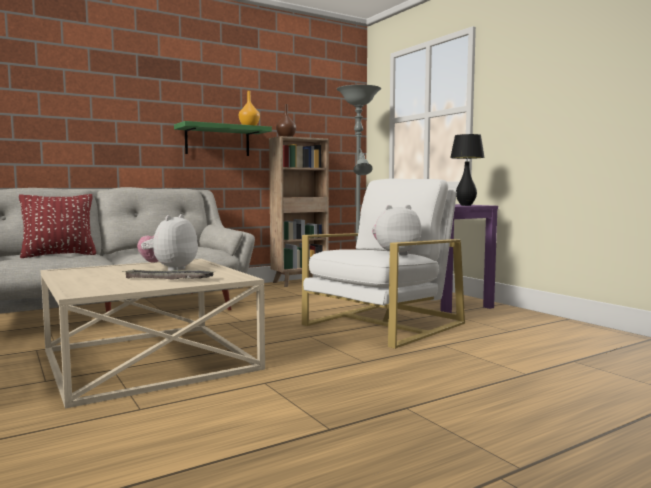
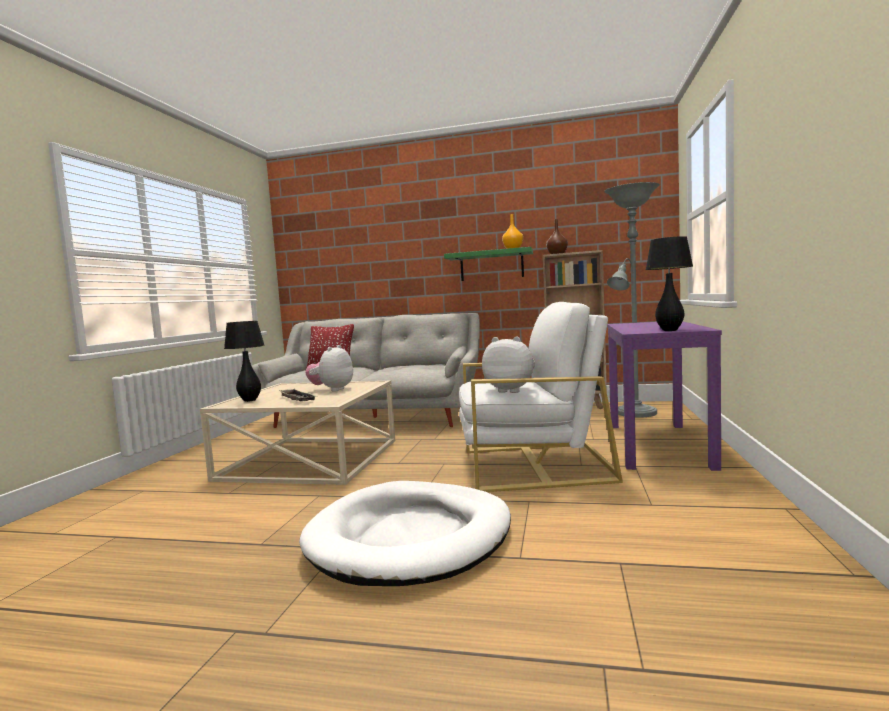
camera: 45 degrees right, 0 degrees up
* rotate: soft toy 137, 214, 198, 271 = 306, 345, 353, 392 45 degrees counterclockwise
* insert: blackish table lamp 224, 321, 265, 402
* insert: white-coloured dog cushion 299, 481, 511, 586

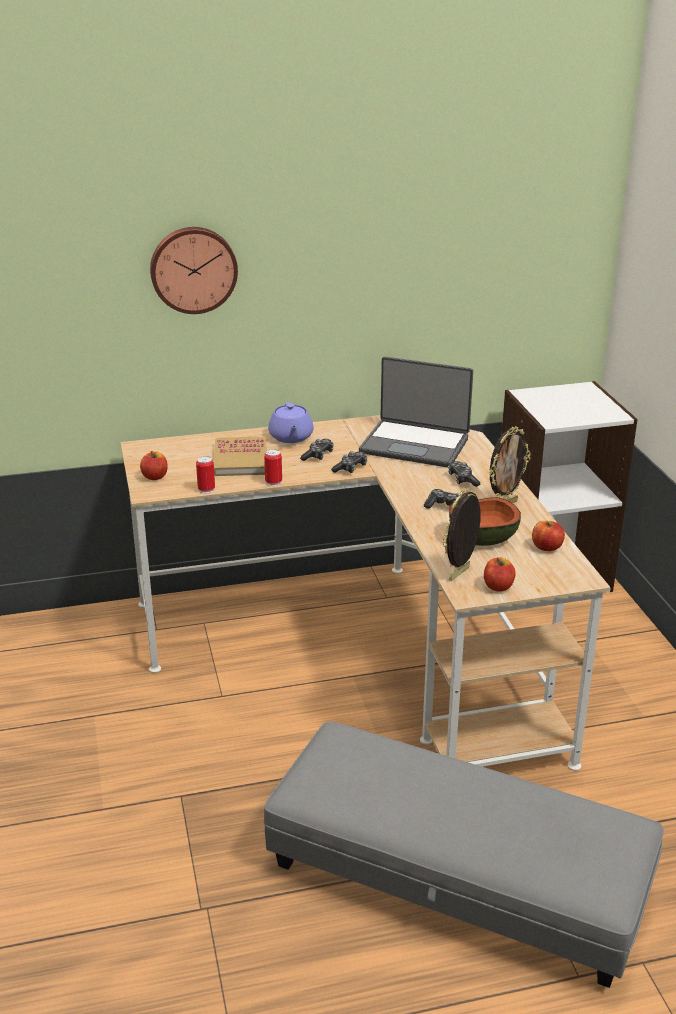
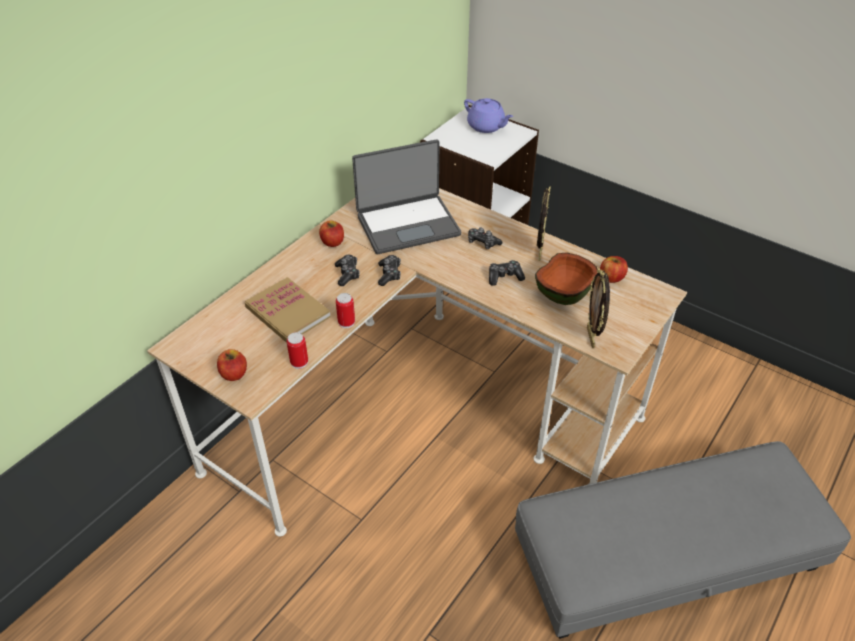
camera: 40 degrees left, 15 degrees up
* delete: wall clock 150, 227, 238, 314
* move: purple-coloured tea pot 268, 402, 314, 443 to 464, 98, 513, 133
* move: whole apple 484, 557, 515, 592 to 319, 221, 344, 247

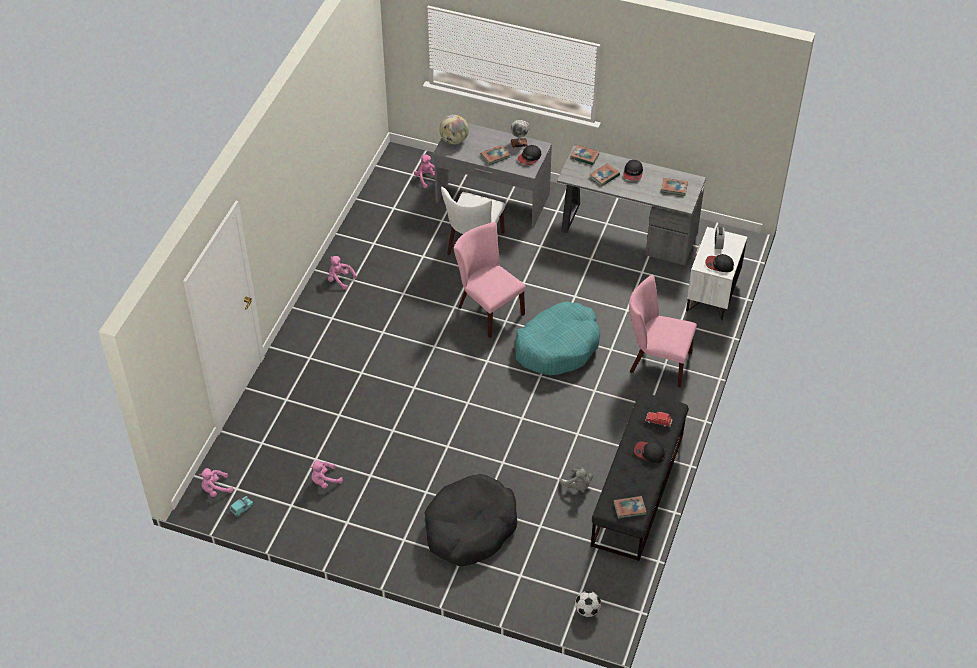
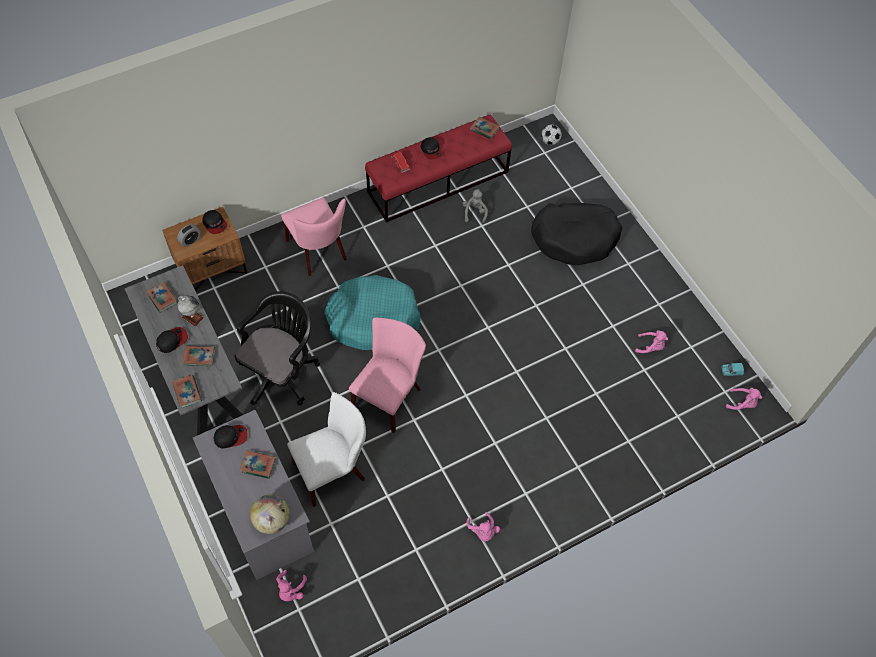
camera: 140 degrees left, 10 degrees up
* move: world globe 511, 120, 530, 148 to 178, 295, 204, 327
* rotate: pink plain chair 454, 222, 526, 338 = 349, 317, 426, 433 150 degrees counterclockwise
* recolor: white-coloured nightstand 686, 227, 747, 320 to brown nightstand 162, 207, 247, 291
* recolor: blackish long seat 591, 392, 689, 561 to reddish long seat 365, 115, 512, 223
* insert: blackish office chair 235, 291, 320, 406

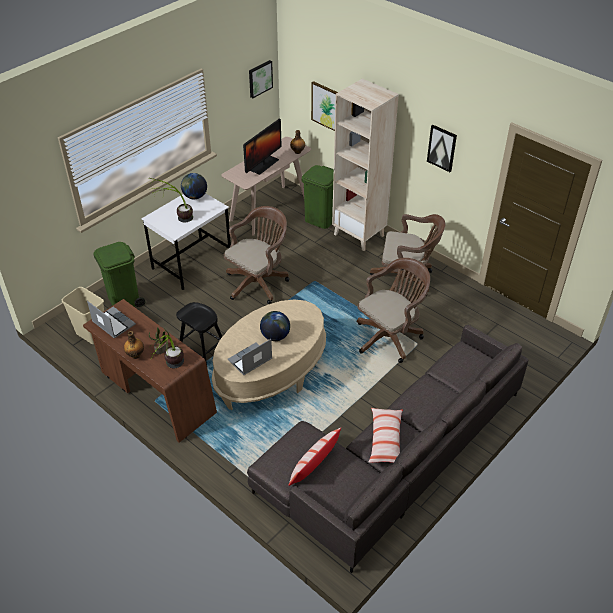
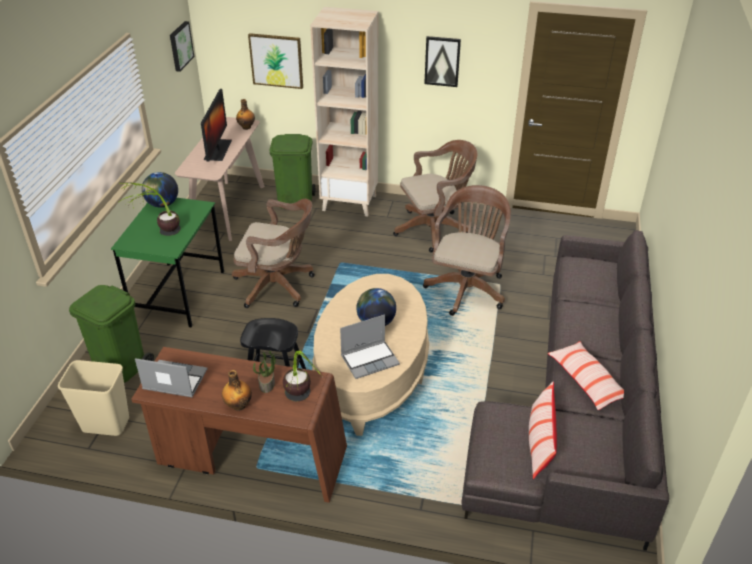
camera: 30 degrees left, 5 degrees down
* recolor: white-coloured desk unit 141, 193, 231, 290 to green desk unit 111, 198, 224, 327
* rotate: brown office chair 224, 206, 289, 304 = 232, 199, 315, 308 90 degrees clockwise
* rotate: laptop 228, 339, 272, 375 = 340, 314, 400, 379 135 degrees counterclockwise

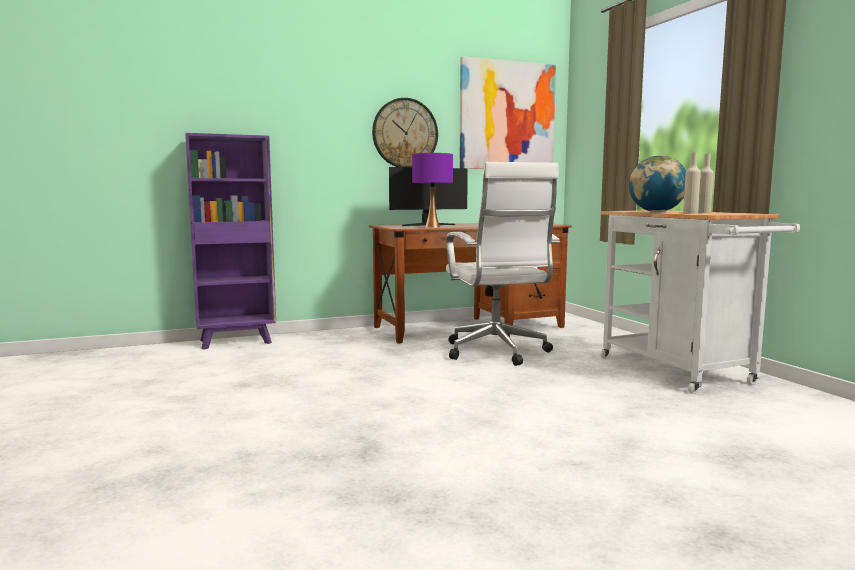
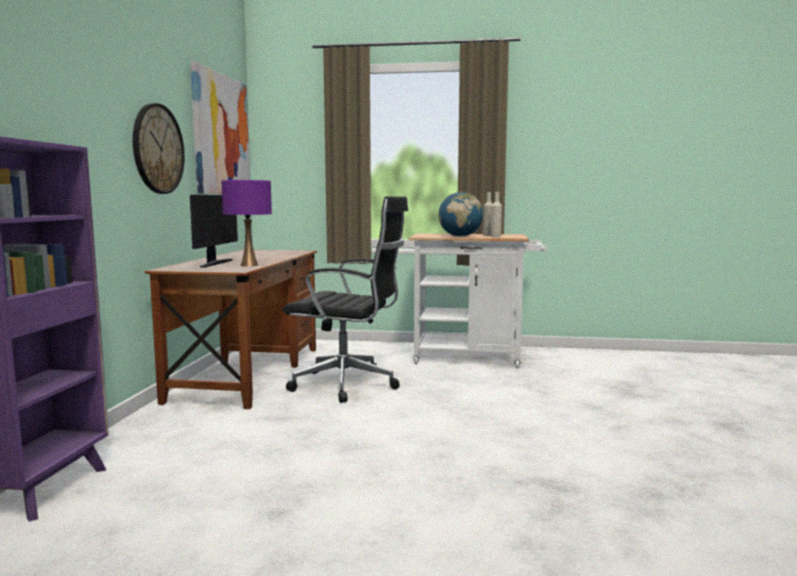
camera: 60 degrees left, 0 degrees up
* recolor: white-coloured office chair 446, 162, 560, 366 to blackish office chair 283, 196, 408, 403

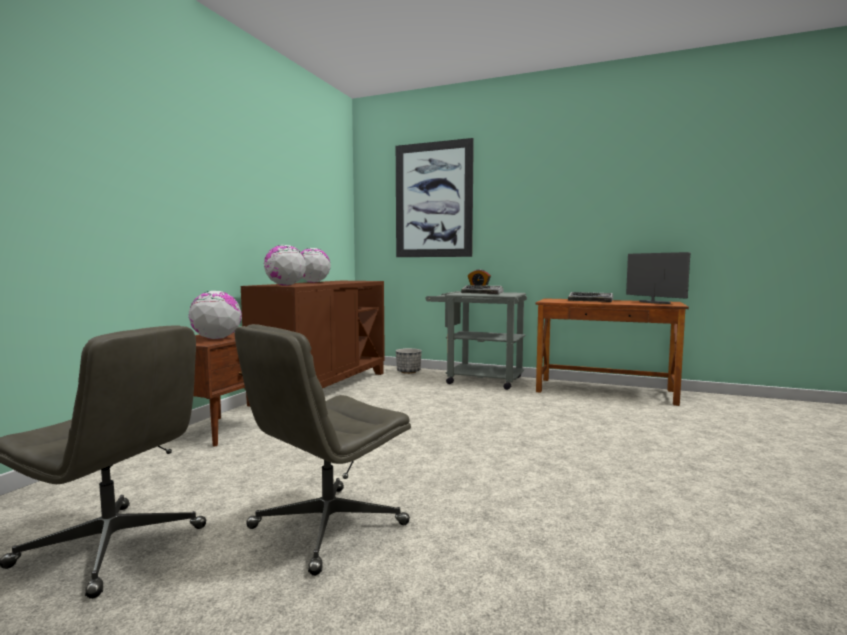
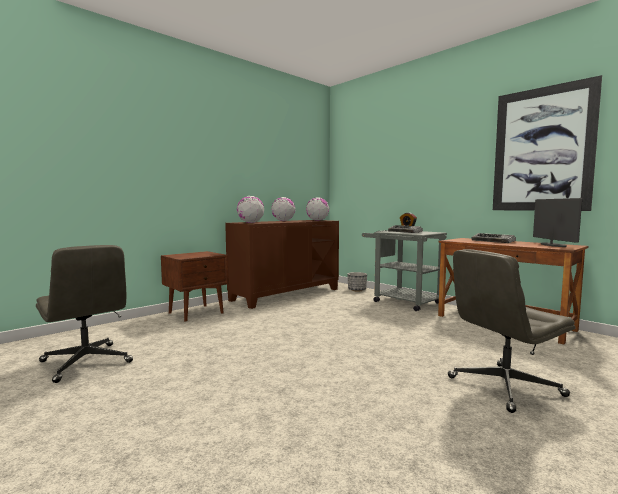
camera: 25 degrees right, 0 degrees up
* move: picture 396, 138, 474, 257 to 493, 75, 602, 211
* move: world globe 188, 291, 242, 339 to 306, 197, 329, 221
* move: greyish office chair 235, 324, 411, 576 to 448, 249, 575, 413

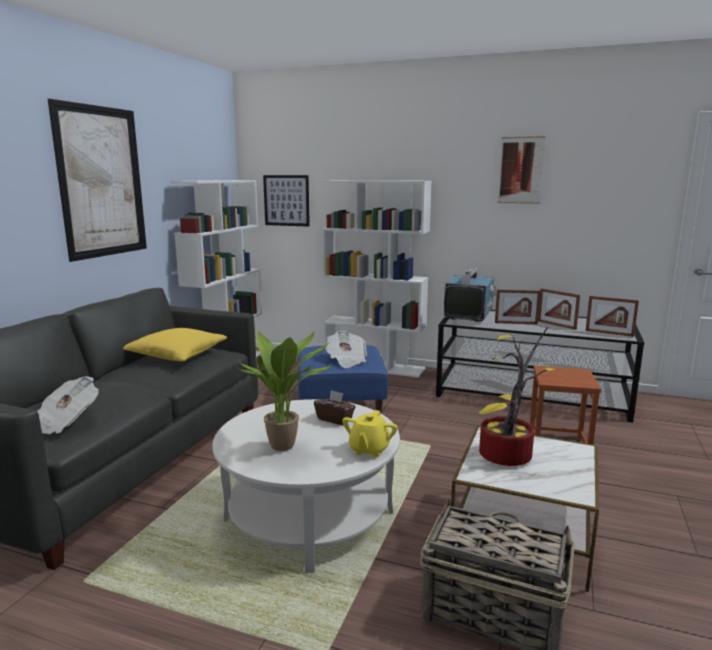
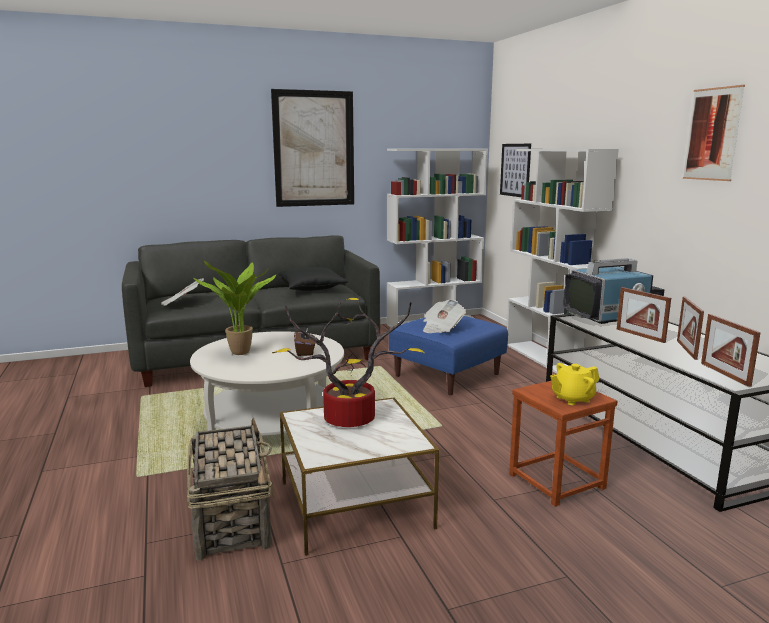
camera: 50 degrees right, 0 degrees up
* recolor: yellowish pillow 123, 328, 227, 362 to blackish pillow 278, 267, 348, 291
* move: yellowish tea pot 342, 410, 398, 457 to 550, 363, 599, 405

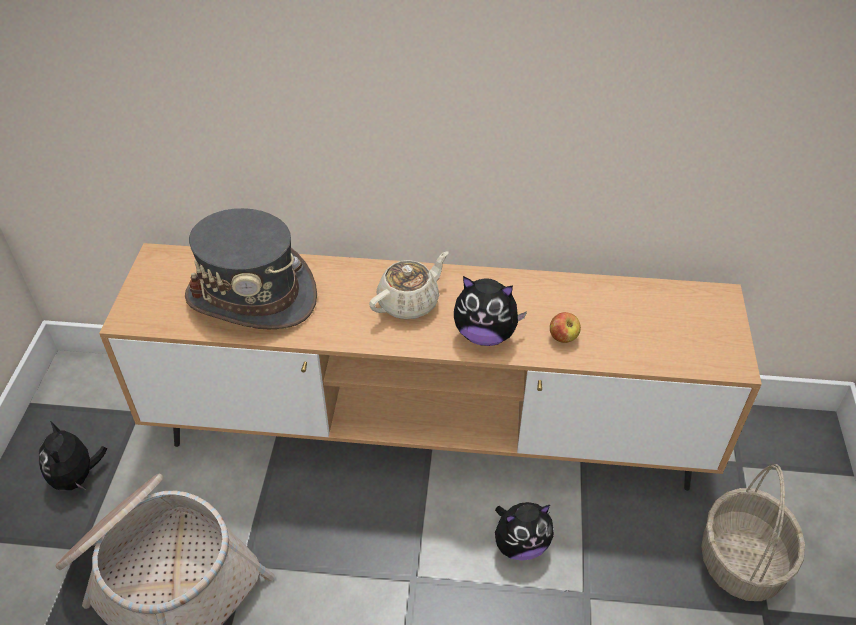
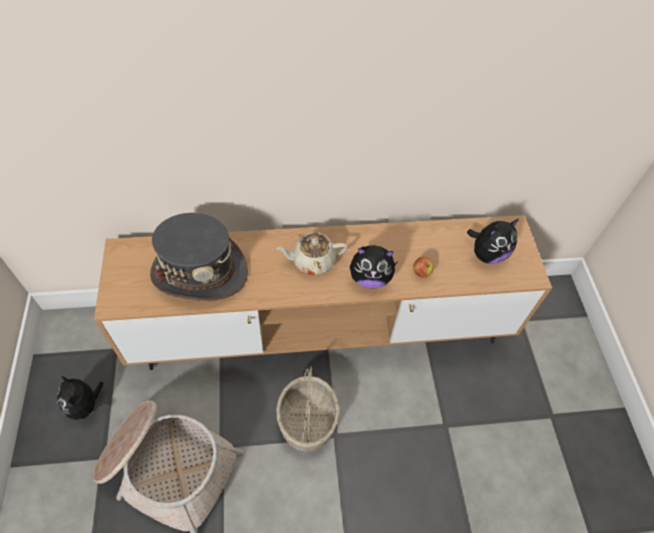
camera: 15 degrees left, 10 degrees up
* rotate: sand-coloured tea pot 369, 251, 448, 319 = 276, 232, 348, 275 135 degrees counterclockwise
* move: basket 701, 464, 805, 601 to 276, 367, 340, 452
* move: soft toy 495, 502, 554, 561 to 467, 219, 519, 264

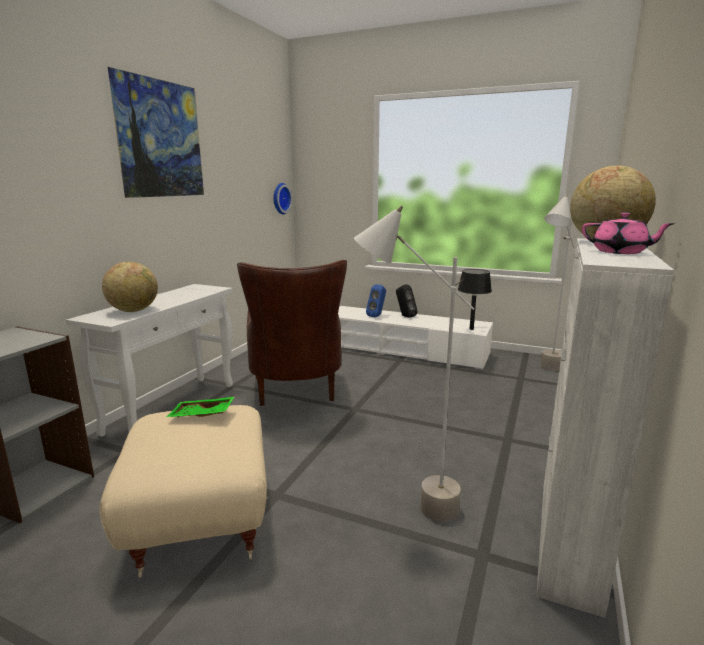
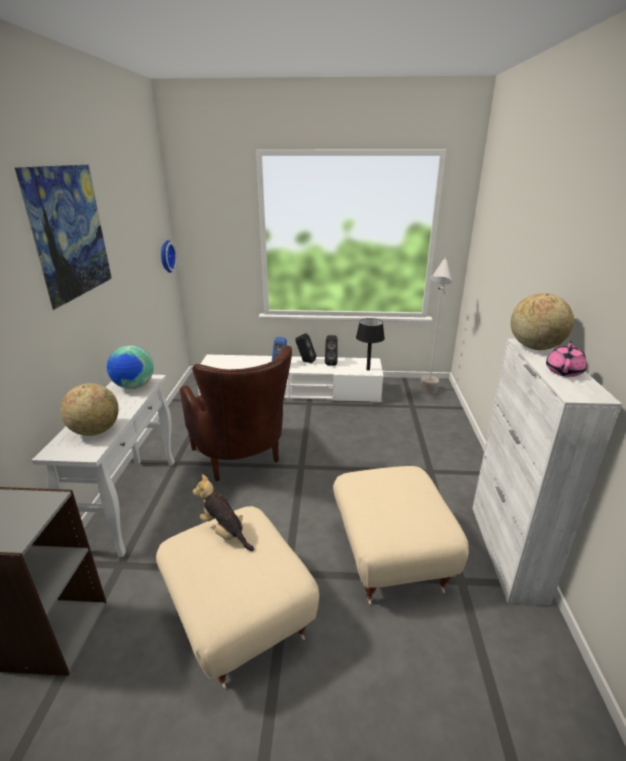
camera: 20 degrees left, 10 degrees up
* replace: greyish standing lamp 354, 206, 474, 522 to sand-coloured footrest 333, 466, 469, 605
* rotate: pink tea pot 582, 213, 675, 254 = 546, 341, 587, 377 75 degrees counterclockwise
* replace: green carrying tray 166, 397, 235, 417 to soft toy 192, 474, 254, 551
* insert: blackish loudspeaker 325, 335, 338, 366
* insert: world globe 107, 345, 154, 389

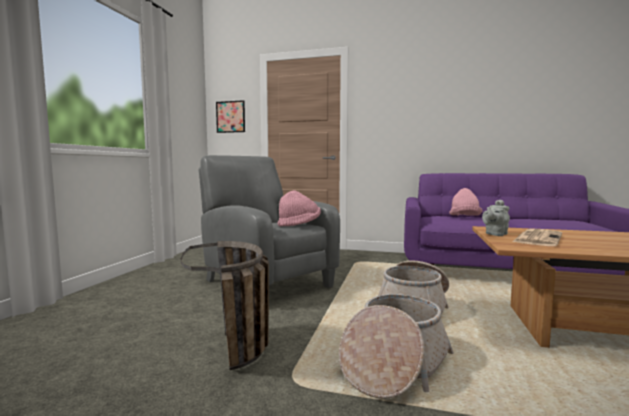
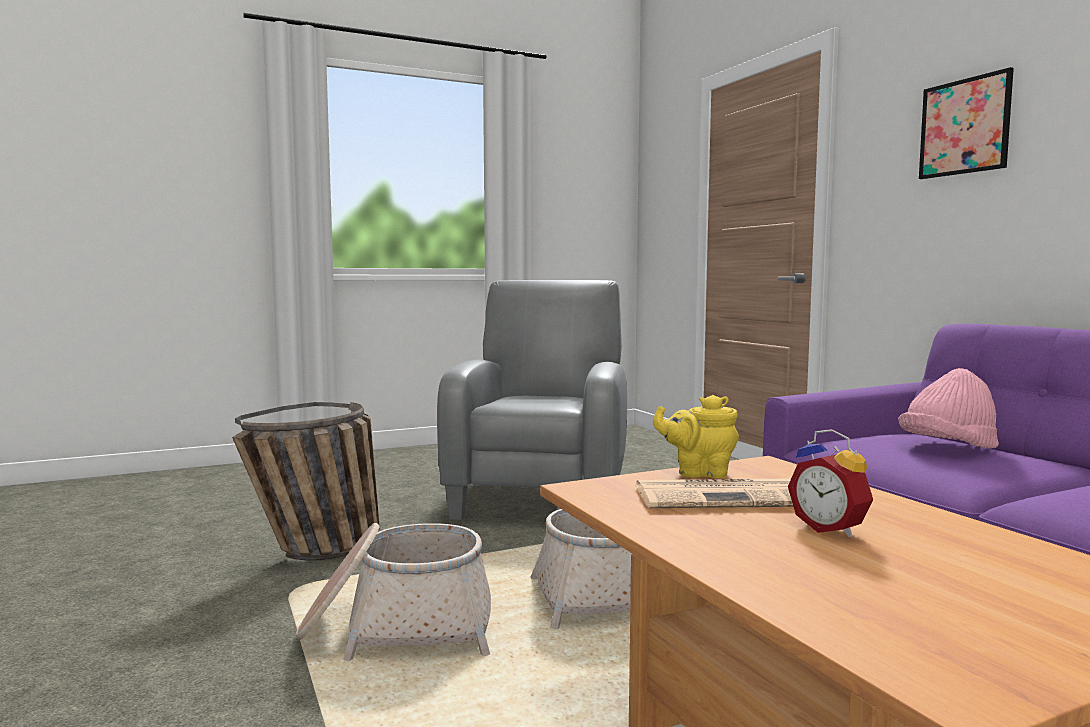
camera: 50 degrees right, 0 degrees up
* move: picture 216, 100, 245, 133 to 919, 67, 1014, 179
* delete: pink clothing hat 277, 190, 321, 227
* recolor: greyish tea pot 482, 200, 510, 236 to yellowish tea pot 653, 395, 739, 478
* insert: bedside clock 788, 429, 873, 537

